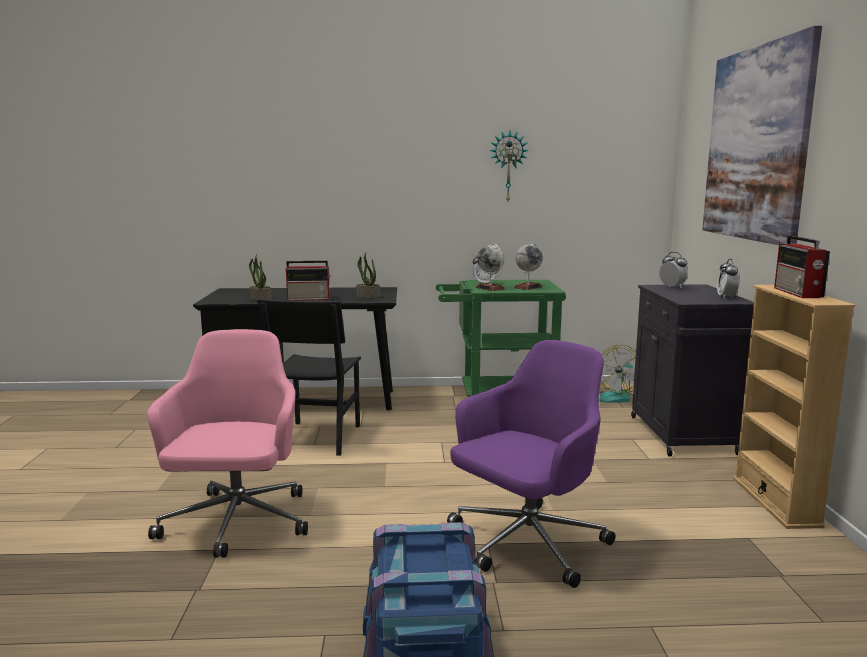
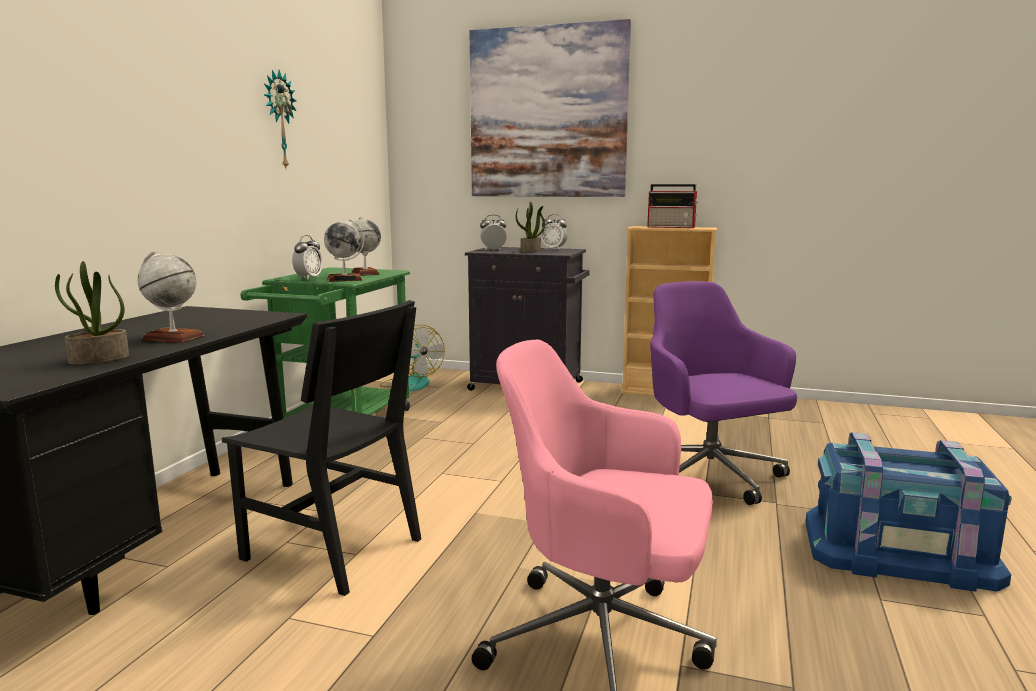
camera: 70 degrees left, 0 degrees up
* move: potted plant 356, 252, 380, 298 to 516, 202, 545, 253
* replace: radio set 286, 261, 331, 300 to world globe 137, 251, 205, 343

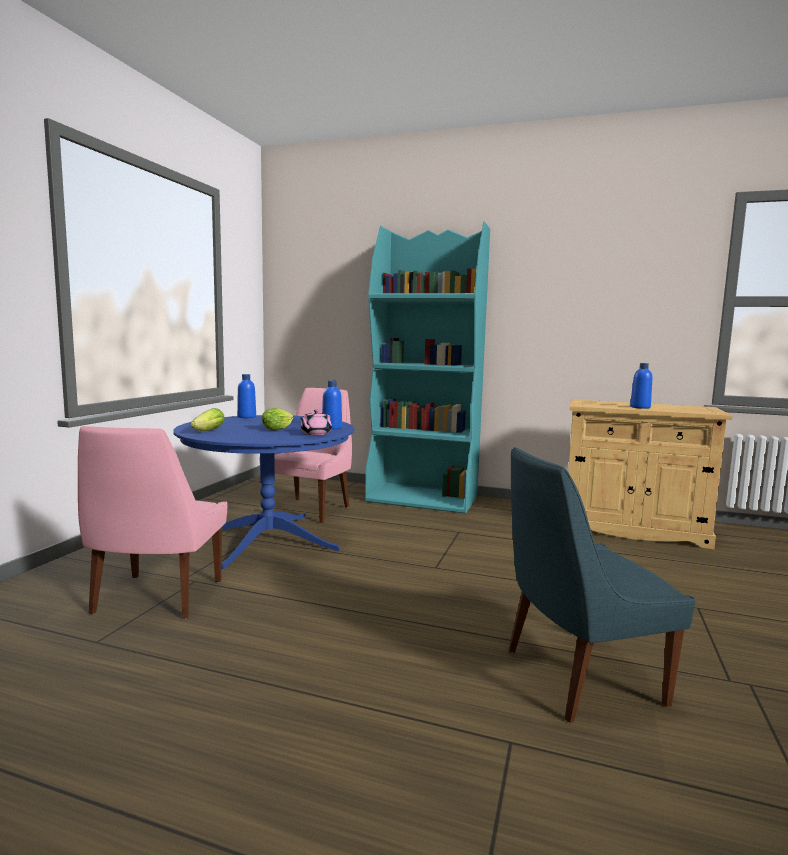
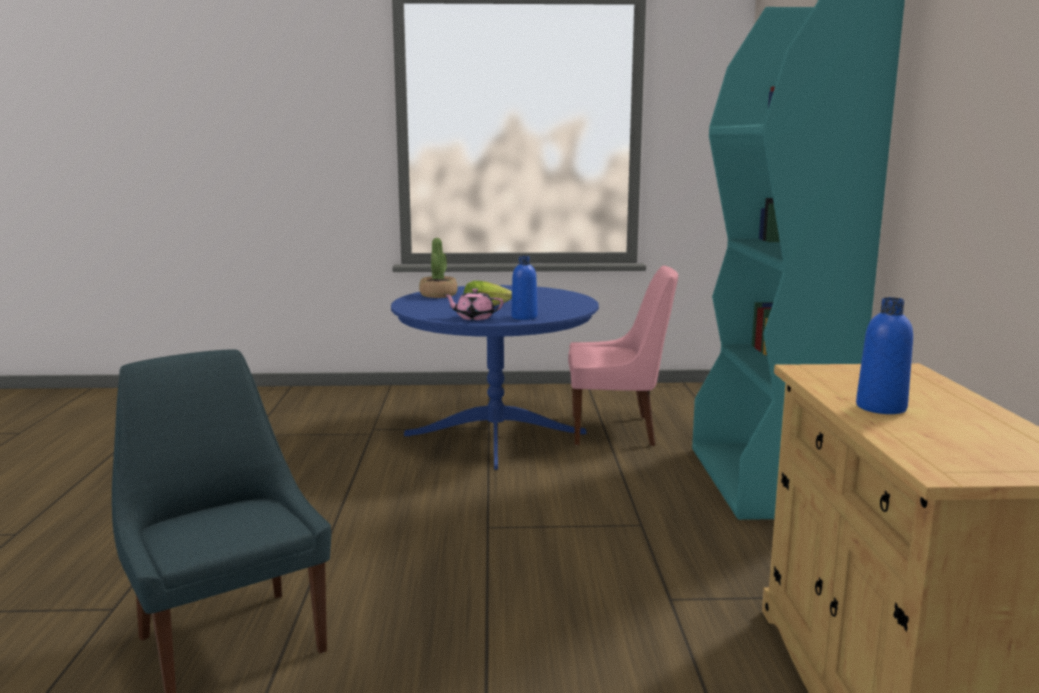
camera: 70 degrees right, 5 degrees up
* delete: blue-coloured beverage bottle 237, 374, 256, 418
* replace: head of lettuce 190, 408, 225, 431 to potted plant 419, 238, 458, 298
* delete: pink plain chair 78, 426, 227, 619

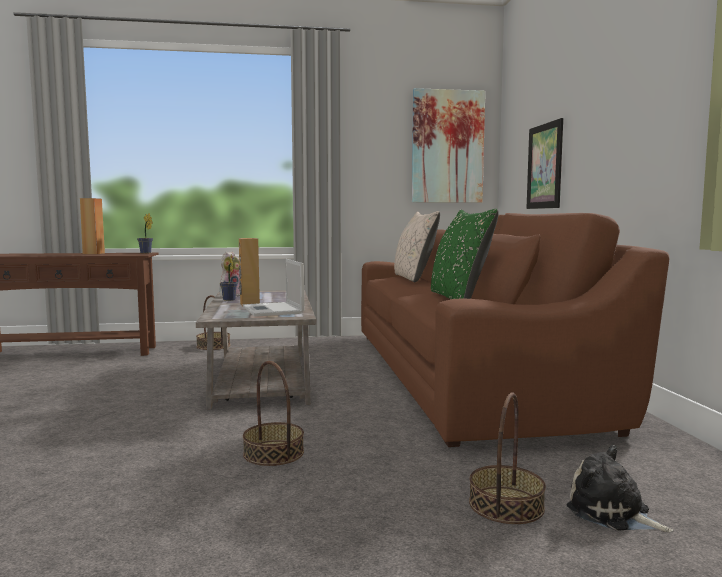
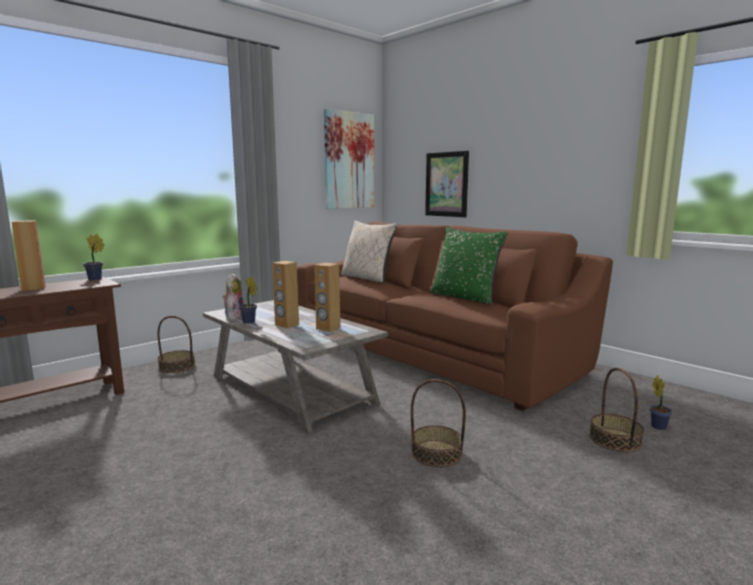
camera: 35 degrees left, 5 degrees up
* replace: laptop 243, 259, 304, 317 to brown loudspeaker 314, 263, 341, 332
* replace: soft toy 567, 445, 673, 532 to potted plant 650, 375, 672, 430

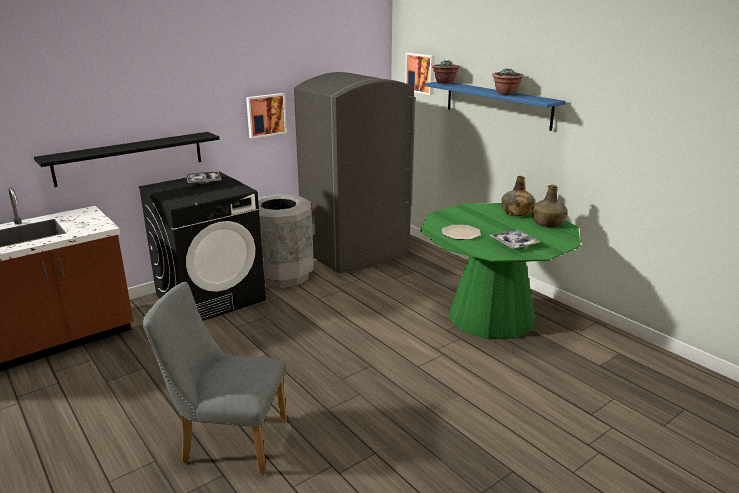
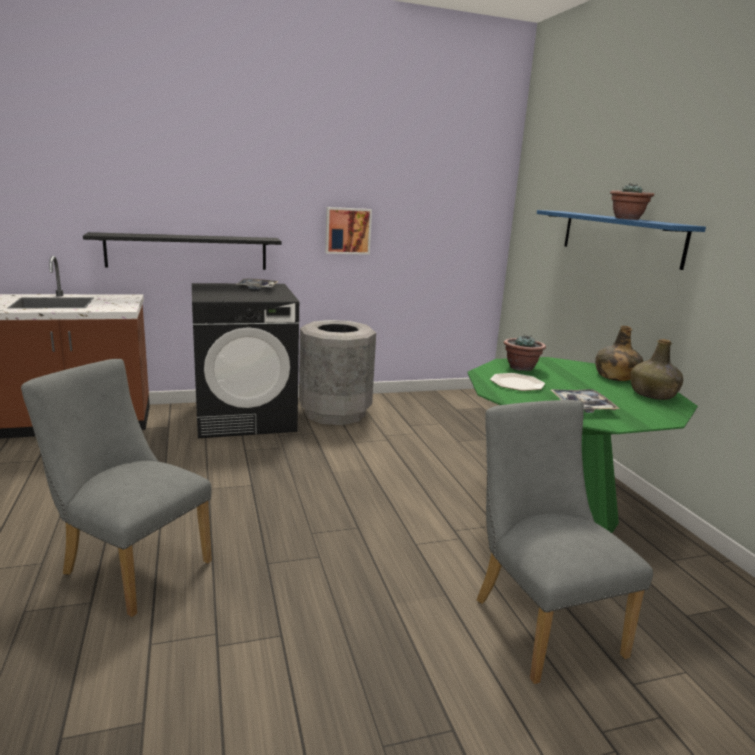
camera: 20 degrees right, 5 degrees down
* delete: picture 405, 53, 435, 95
* move: potted plant 432, 60, 460, 84 to 504, 334, 546, 371
* delete: greyish refrigerator 294, 72, 415, 273
* insert: greyish plain chair 477, 400, 653, 684

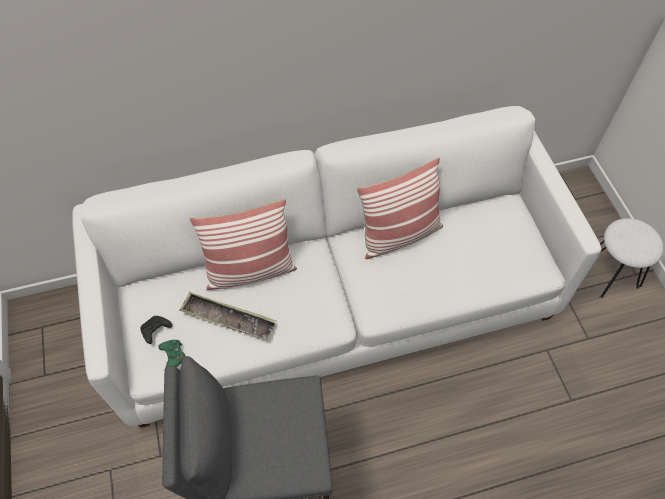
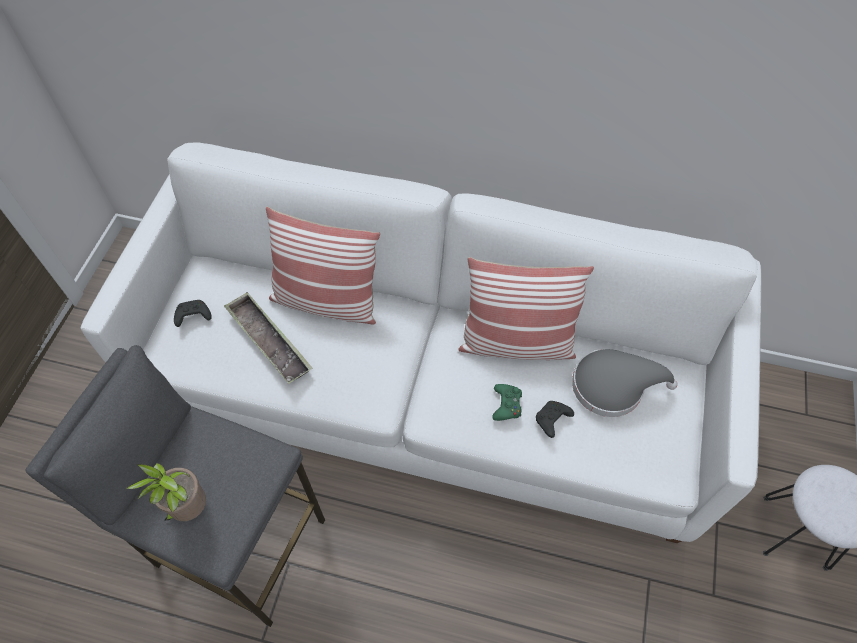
camera: 30 degrees right, 0 degrees up
* move: green joypad 158, 340, 185, 367 to 492, 384, 522, 421
* insert: greyish clothing hat 572, 349, 678, 417
* insert: blackish joypad 536, 401, 574, 438
* insert: potted plant 127, 463, 206, 521

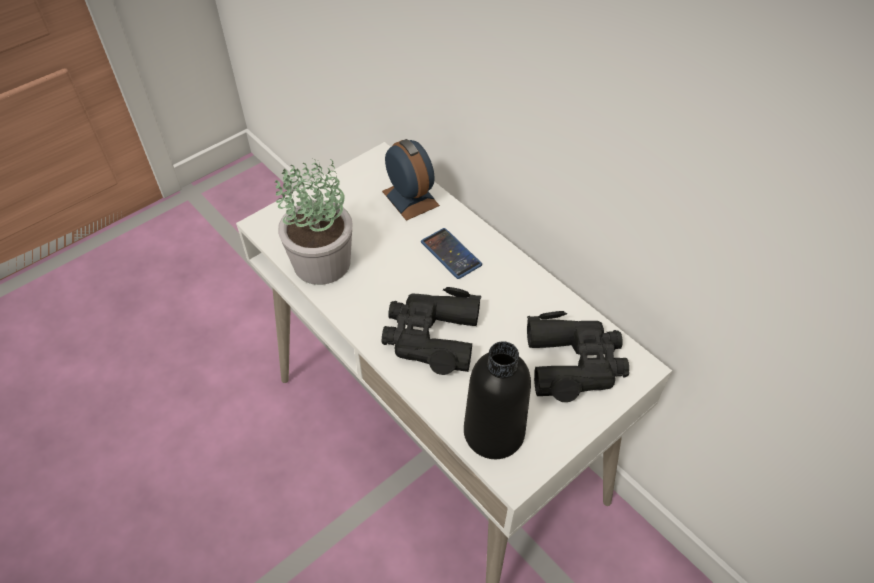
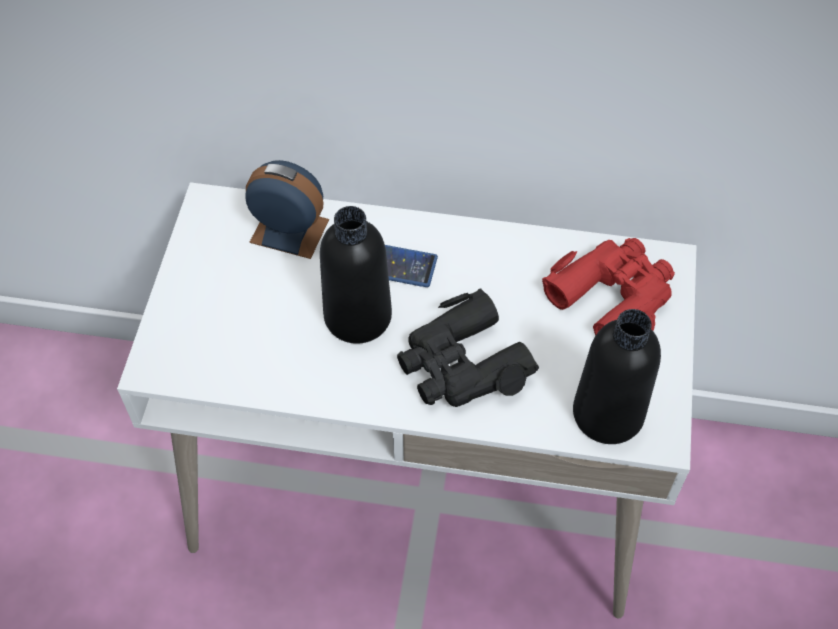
camera: 40 degrees left, 5 degrees up
* delete: potted plant 275, 158, 352, 285
* recolor: blackish binoculars 527, 311, 629, 402 to reddish binoculars 542, 238, 675, 336
* insert: blackish beverage bottle 320, 206, 392, 344

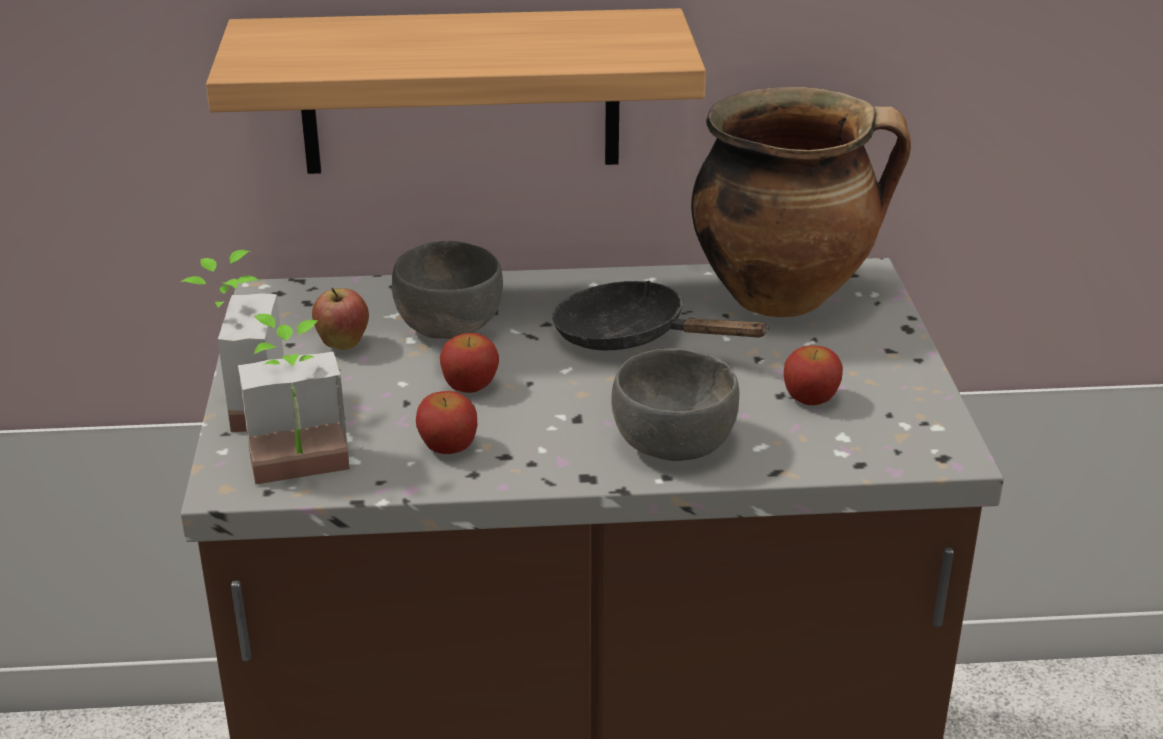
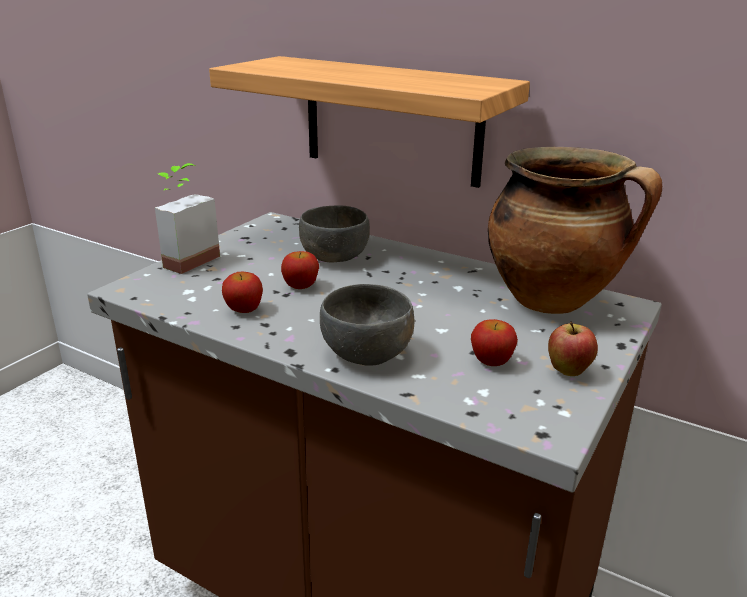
camera: 35 degrees right, 5 degrees down
* delete: blackish skillet 552, 281, 769, 350
* move: whole apple 312, 288, 369, 350 to 548, 322, 598, 376
* delete: potted plant 238, 314, 350, 485

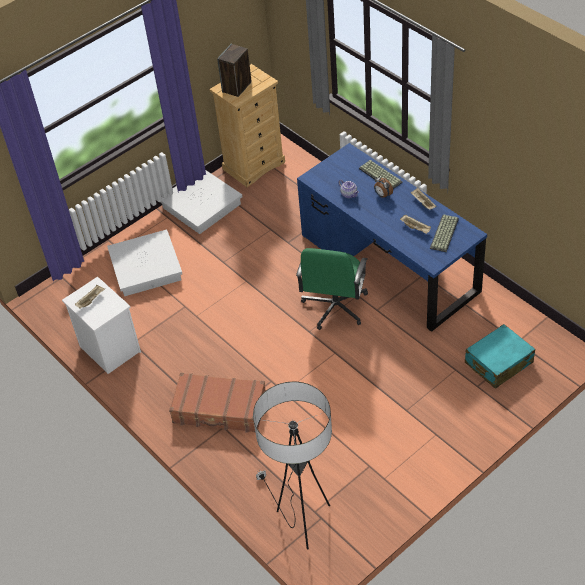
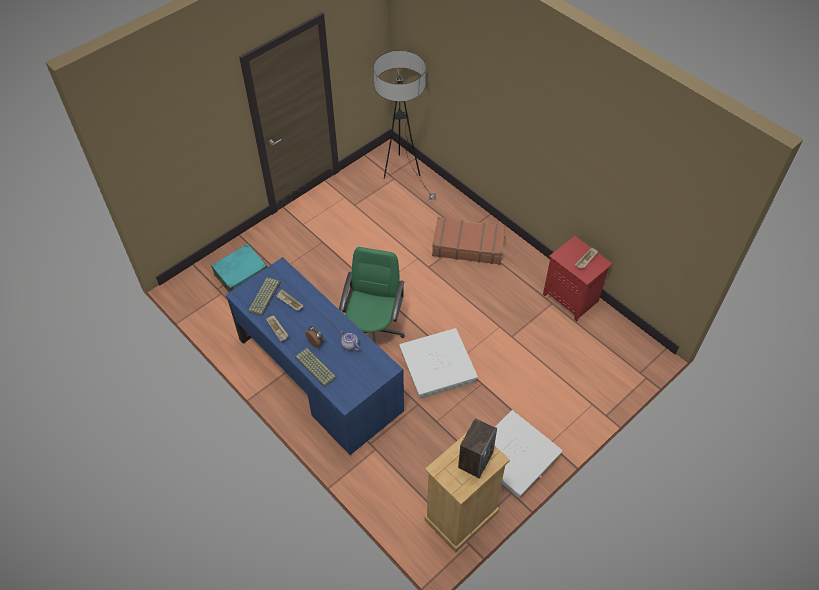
camera: 175 degrees right, 5 degrees up
* move: white-coloured storage bin 107, 229, 182, 296 to 399, 328, 478, 399
* recolor: white-coloured nightstand 62, 277, 141, 374 to reddish nightstand 543, 236, 613, 321

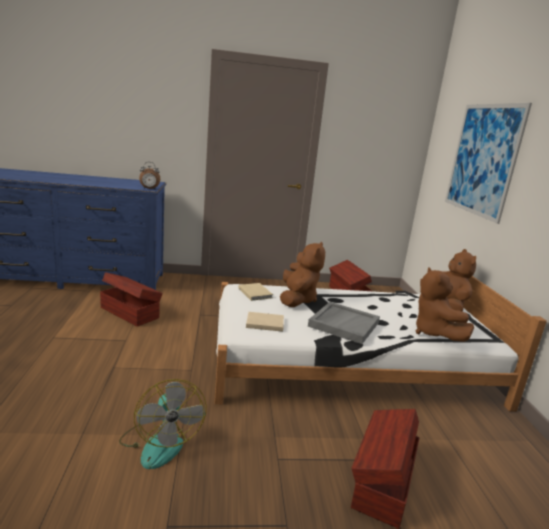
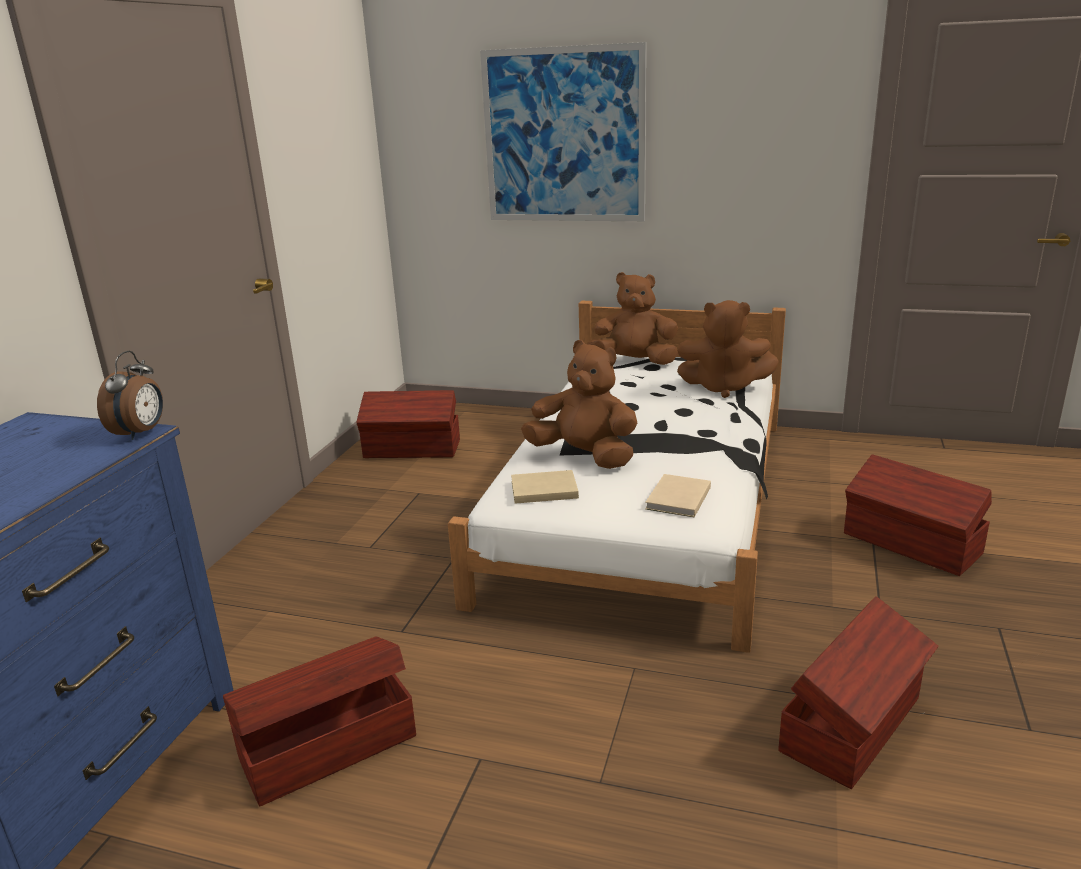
camera: 65 degrees left, 5 degrees up
* delete: greyish carrying tray 308, 302, 380, 344
* replace: cooling fan 119, 379, 206, 469 to brown storage bin 778, 596, 938, 789

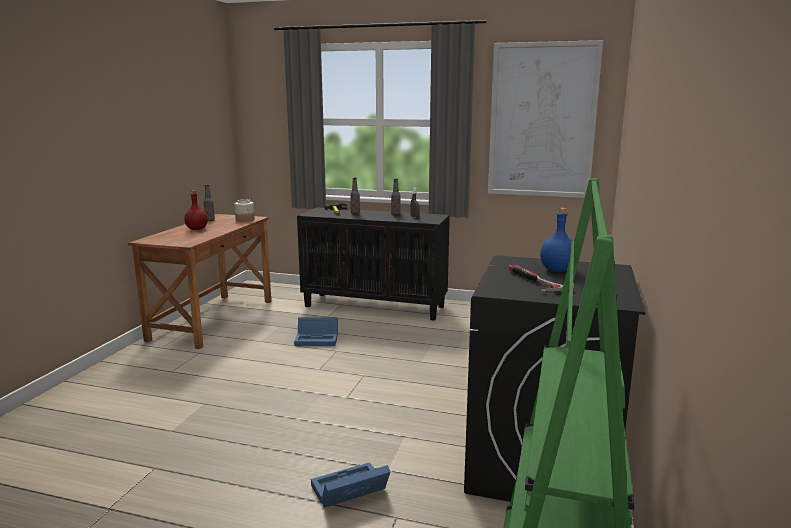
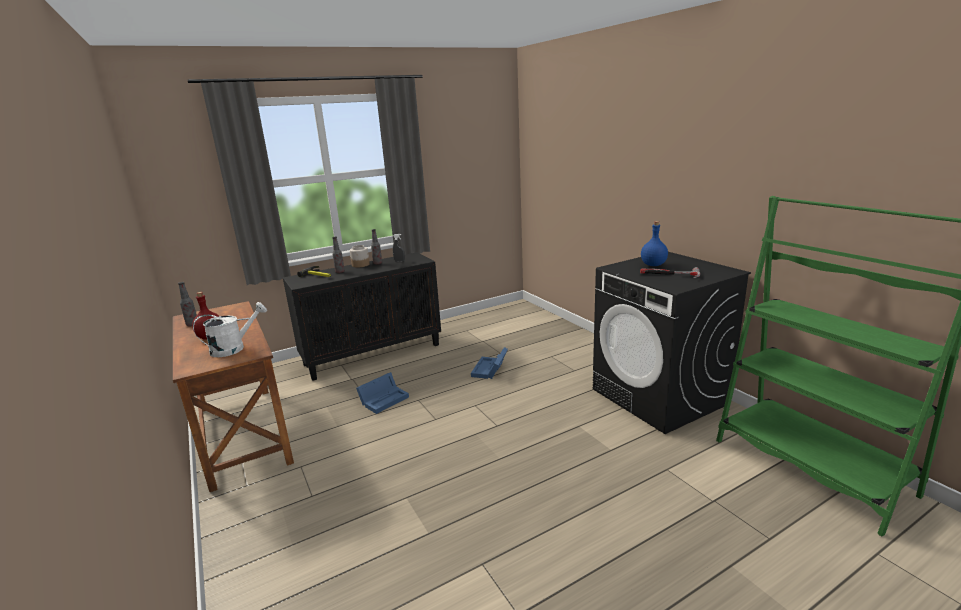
camera: 45 degrees left, 5 degrees up
* delete: picture 488, 40, 603, 198
* move: storage jar 235, 199, 254, 222 to 350, 245, 370, 268
* move: blue-coloured storage bin 311, 462, 390, 508 to 471, 347, 508, 379
* insert: white-coloured sprinkling can 193, 302, 267, 357

